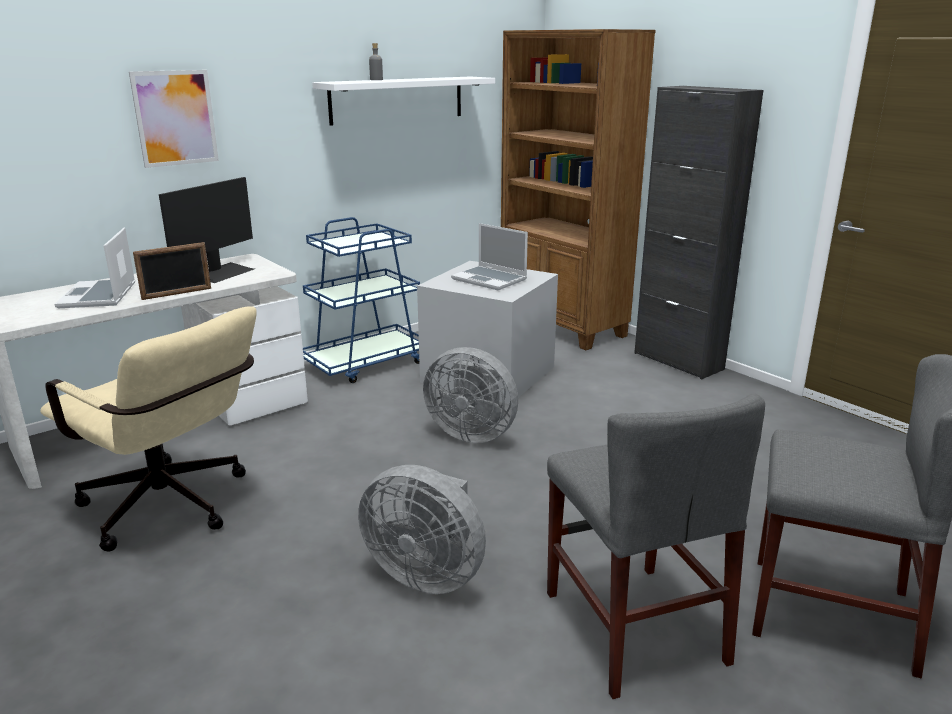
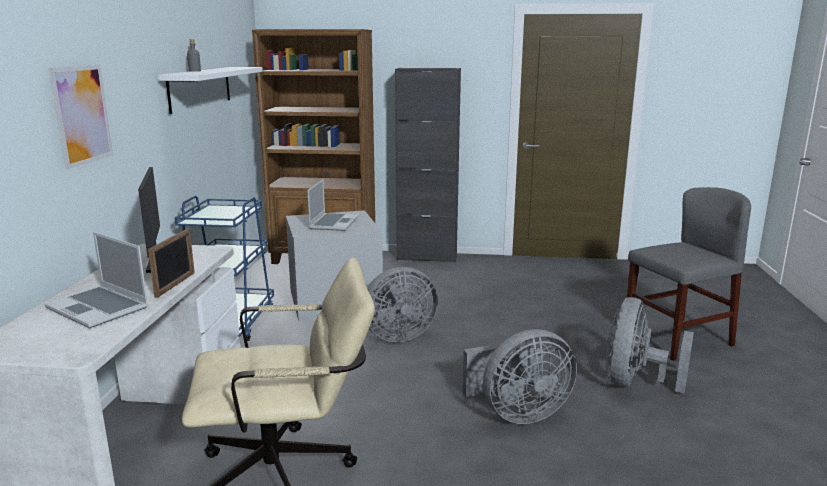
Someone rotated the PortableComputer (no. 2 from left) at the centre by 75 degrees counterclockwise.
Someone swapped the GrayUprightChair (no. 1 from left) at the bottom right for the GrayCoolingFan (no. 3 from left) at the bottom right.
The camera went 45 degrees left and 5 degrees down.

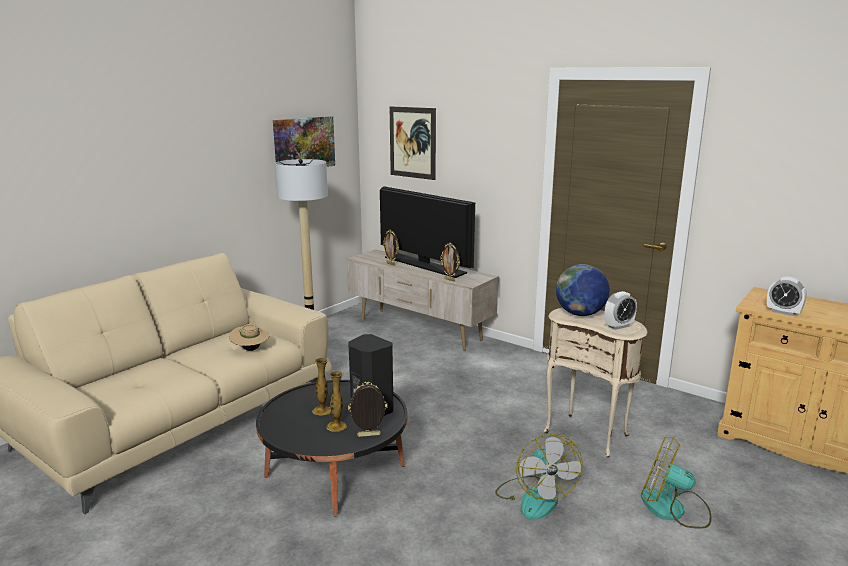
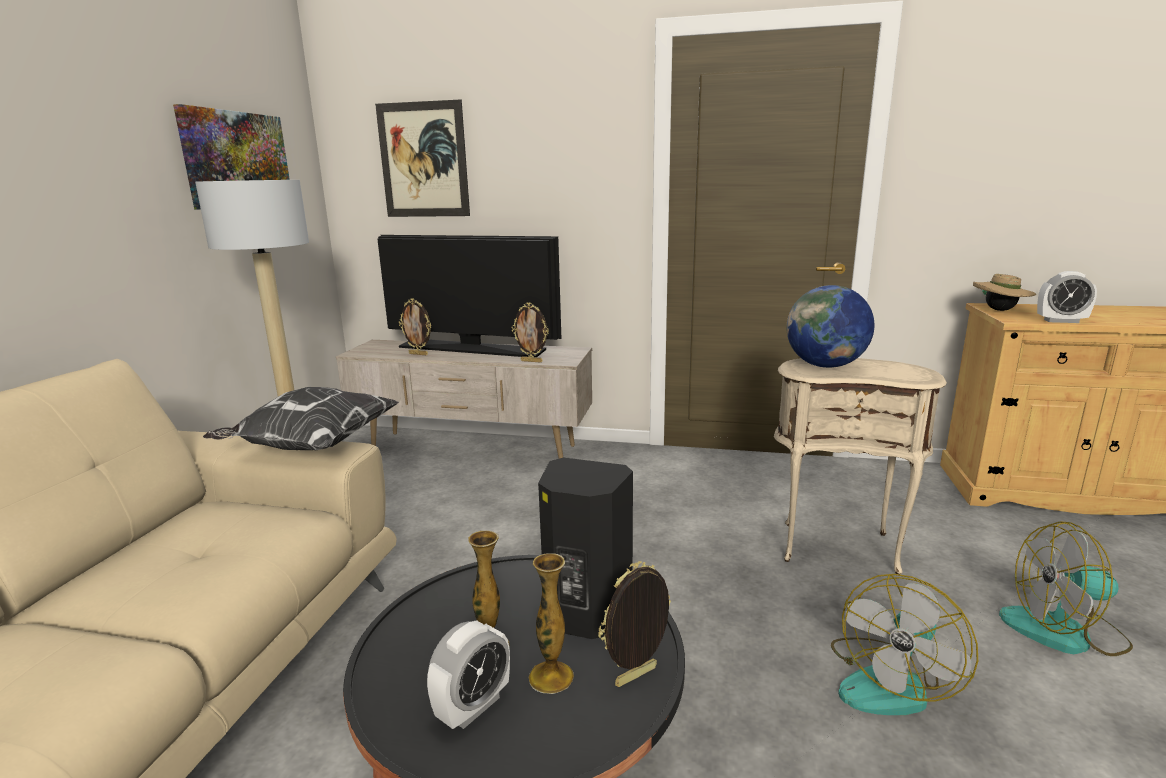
Someone carried the TableClock (no. 1 from left) from the middle right to the bottom centre.
Someone carried the BeigeColouredHat from the middle left to the middle right.
Someone rotated the CoolingFan (no. 1 from left) at the bottom centre by 75 degrees clockwise.
Someone put down the Cushion at the middle left.
The camera went 25 degrees left and 0 degrees up.

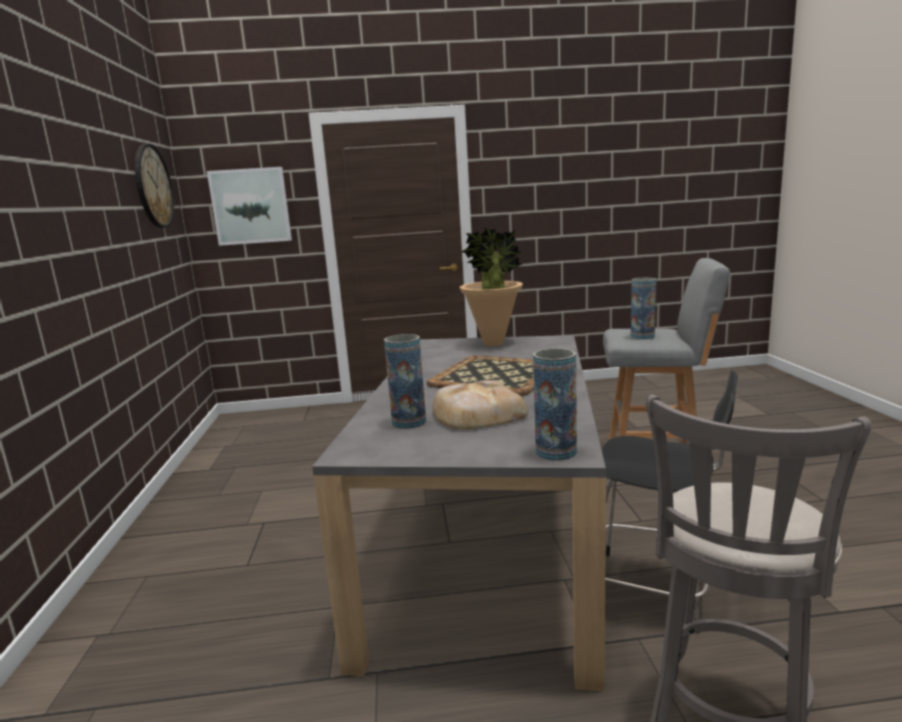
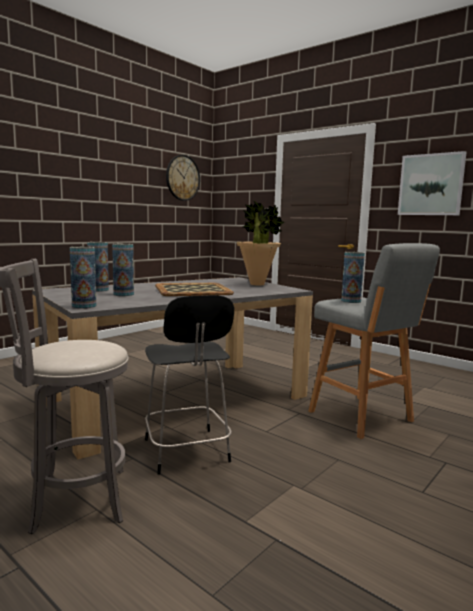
Someone carried the WallPicture from the top left to the top right.
Someone swapped the Bread at the centre for the Vase (no. 3 from left) at the middle left.
The camera went 45 degrees right and 5 degrees down.

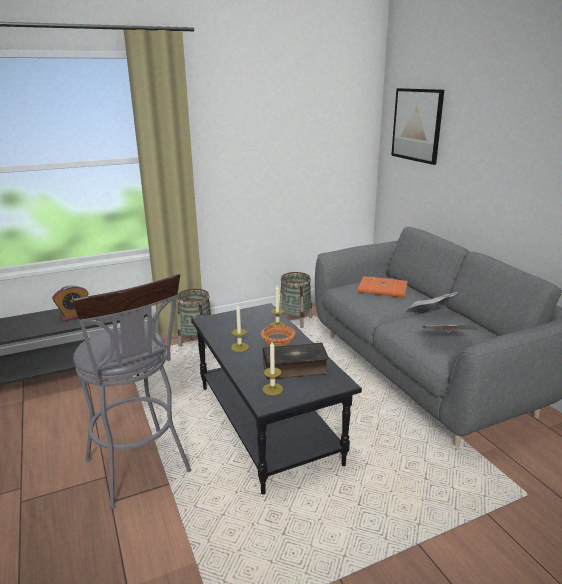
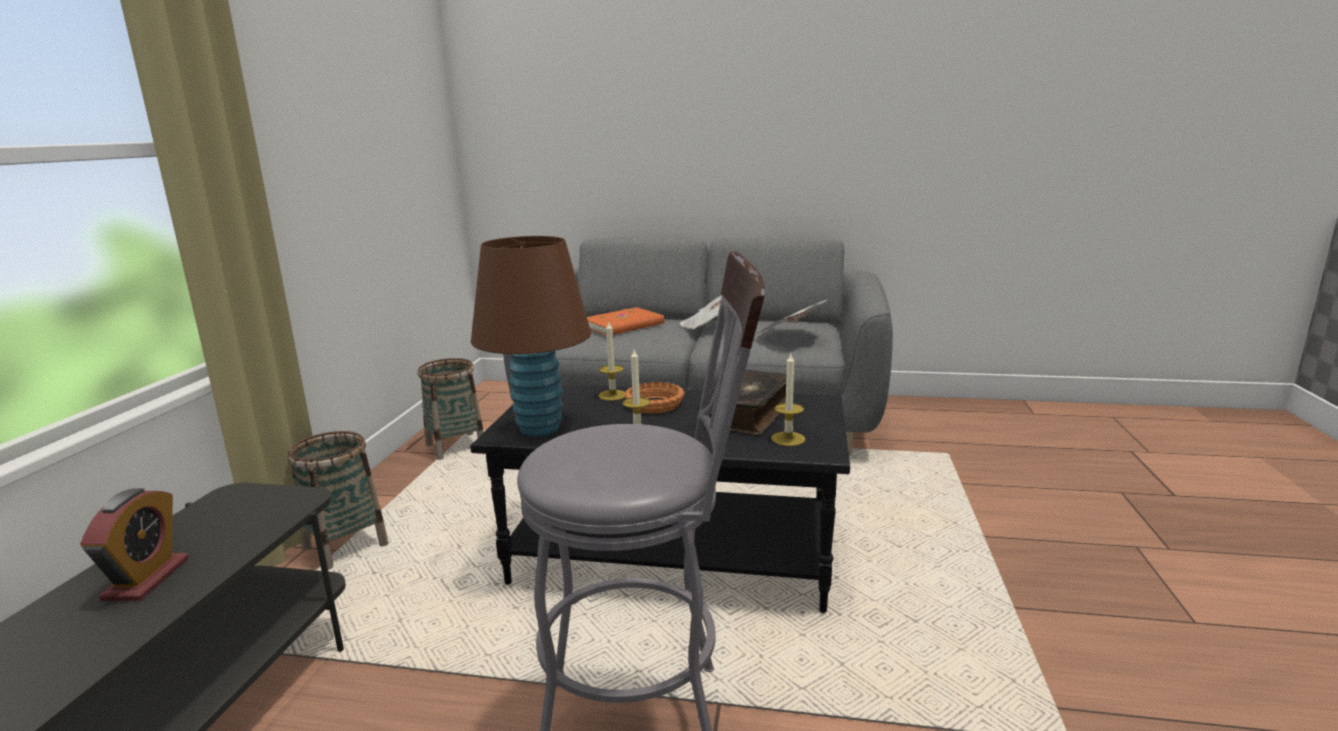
Someone took away the WallPicture at the top right.
Someone put down the BrownishTableLamp at the centre.
The camera went 55 degrees left and 5 degrees down.

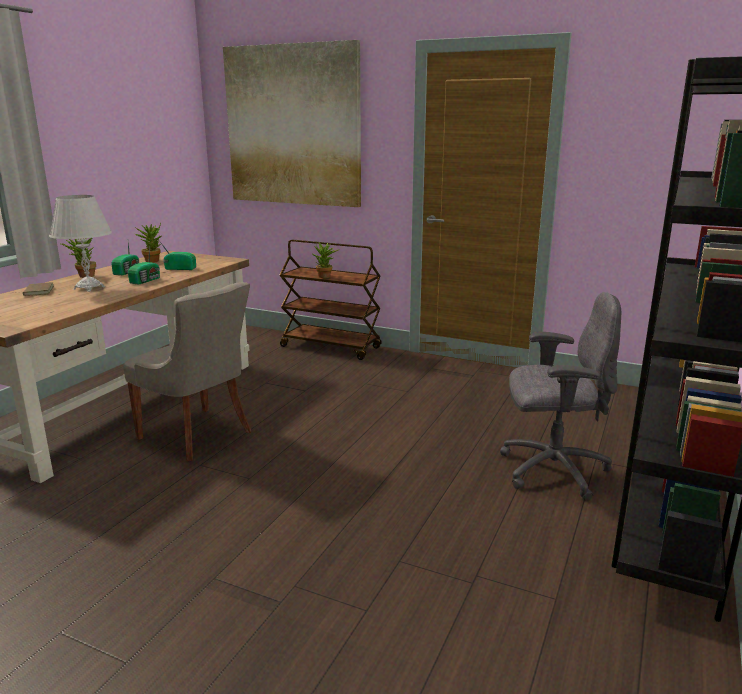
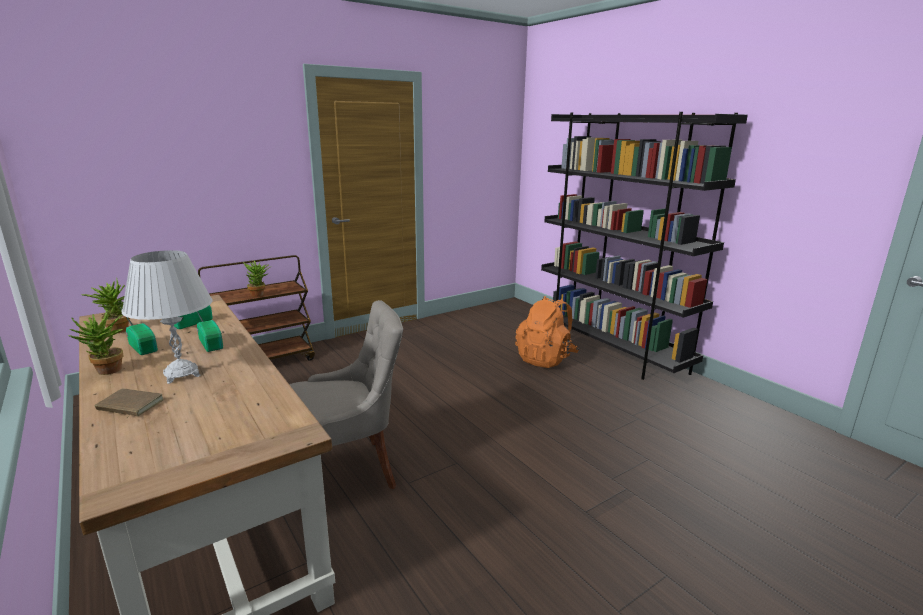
Someone took away the WallPicture at the top centre.
Someone swapped the GrayComputerChair at the middle right for the OrangeColouredRucksack at the centre.
The camera went 60 degrees left and 0 degrees up.

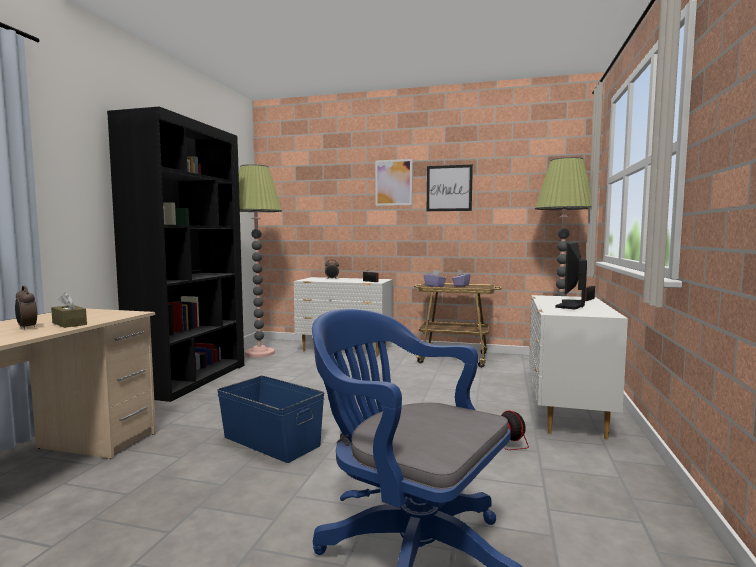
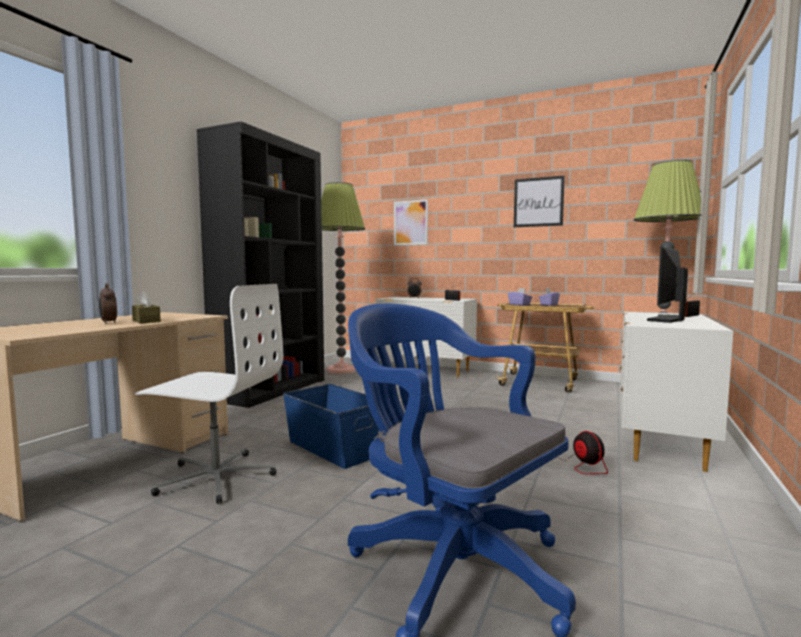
Someone carried the WallPicture (no. 1 from left) from the top centre to the centre.
Someone put down the WhiteColouredComputerChair at the middle left.
The camera went 10 degrees right and 0 degrees up.

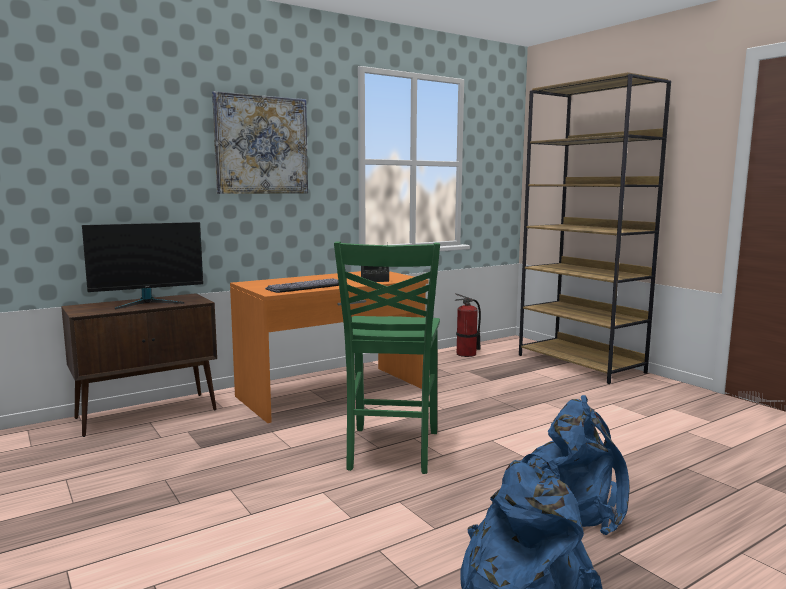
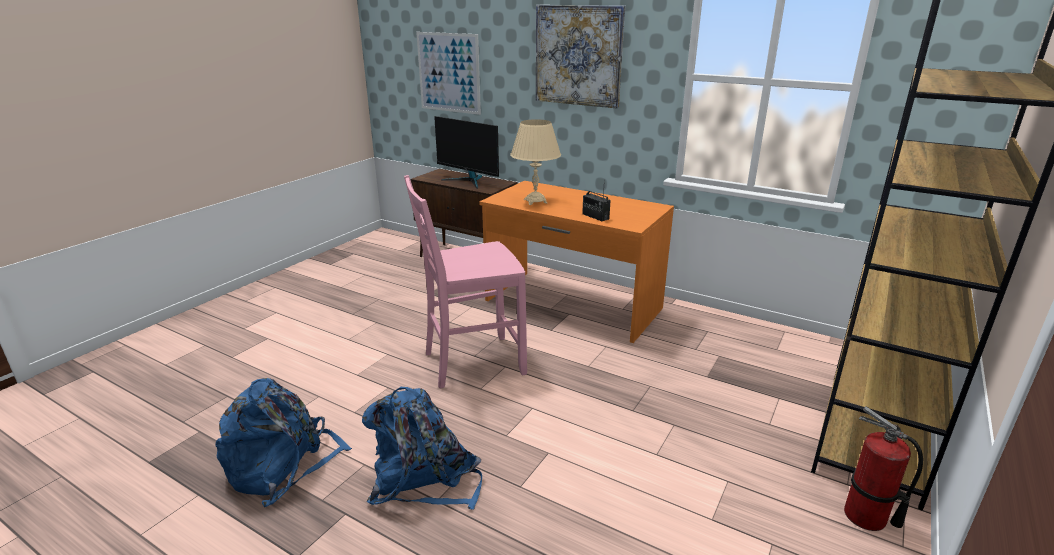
Someone repainted the GreenishUprightChair at the centre, which became the PinkUprightChair at the centre.
Someone swapped the ComputerKeyboard at the centre for the BeigeColouredTableLamp at the top centre.
Someone carried the FireExtinguisher from the centre to the bottom right.
Someone put up the WallPicture (no. 1 from left) at the top centre.
The camera went 65 degrees right and 15 degrees up.

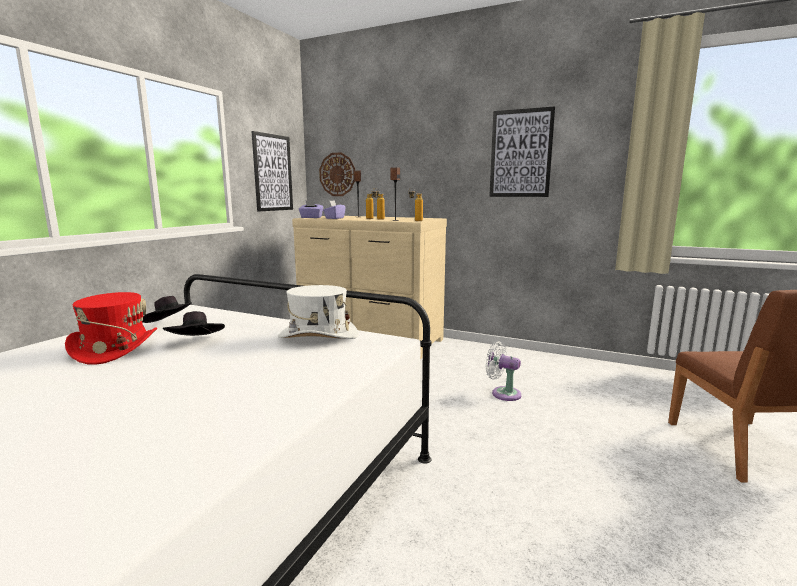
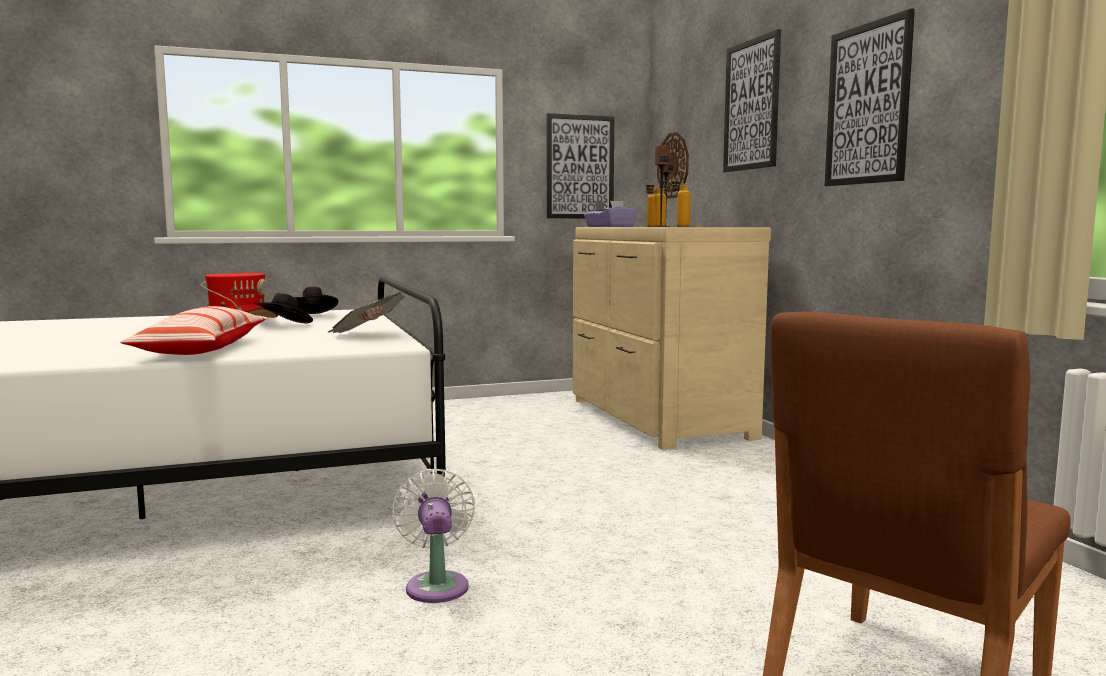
Someone swapped the WhiteColouredHat at the centre for the Newspaper at the middle left.
Someone carried the WhiteColouredCoolingFan from the centre to the bottom centre.
Someone put up the WallPicture (no. 2 from left) at the top right.
Someone put down the Cushion at the middle left.
The camera went 45 degrees right and 5 degrees down.

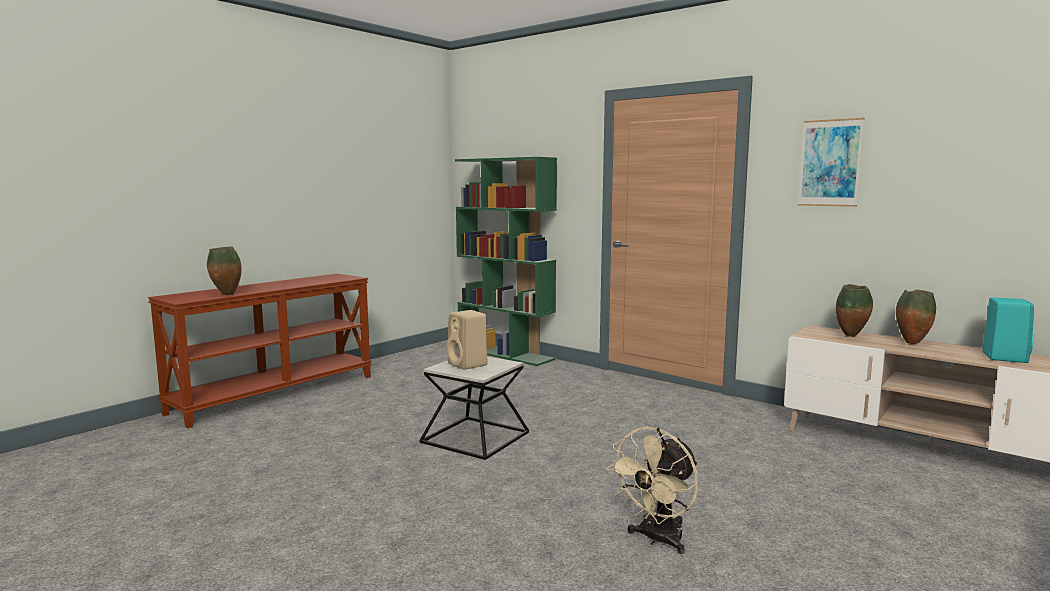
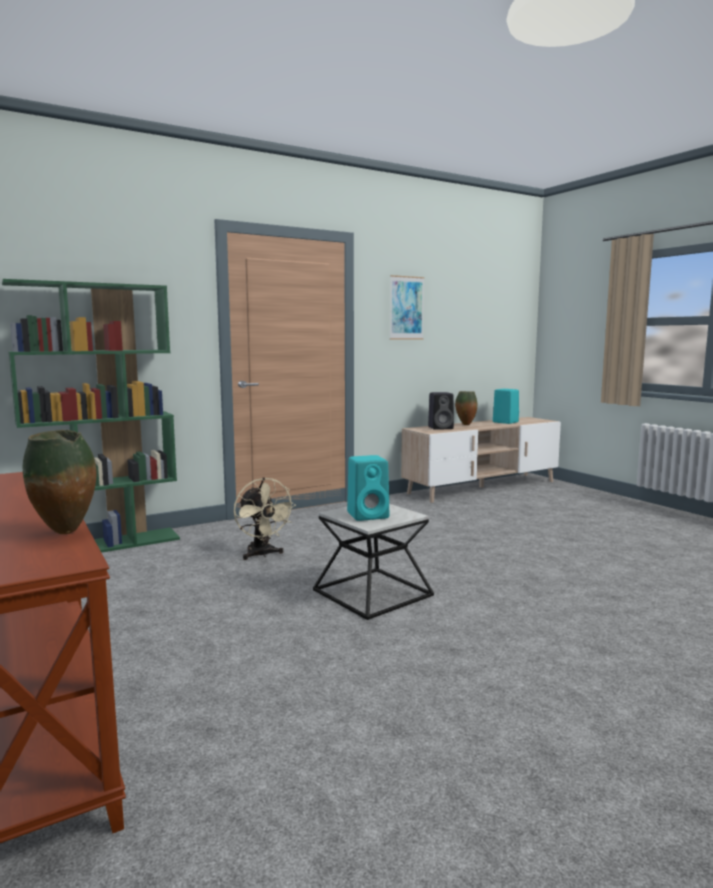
Someone swapped the Vase (no. 2 from left) at the middle right for the BlackishLoudspeaker at the centre.
Someone repainted the BeigeColouredLoudspeaker at the centre, which became the TurquoiseColouredLoudspeaker (no. 1 from left) at the centre.
Someone carried the BeigeColouredCoolingFan from the bottom centre to the centre.
The camera went 70 degrees left and 0 degrees up.

